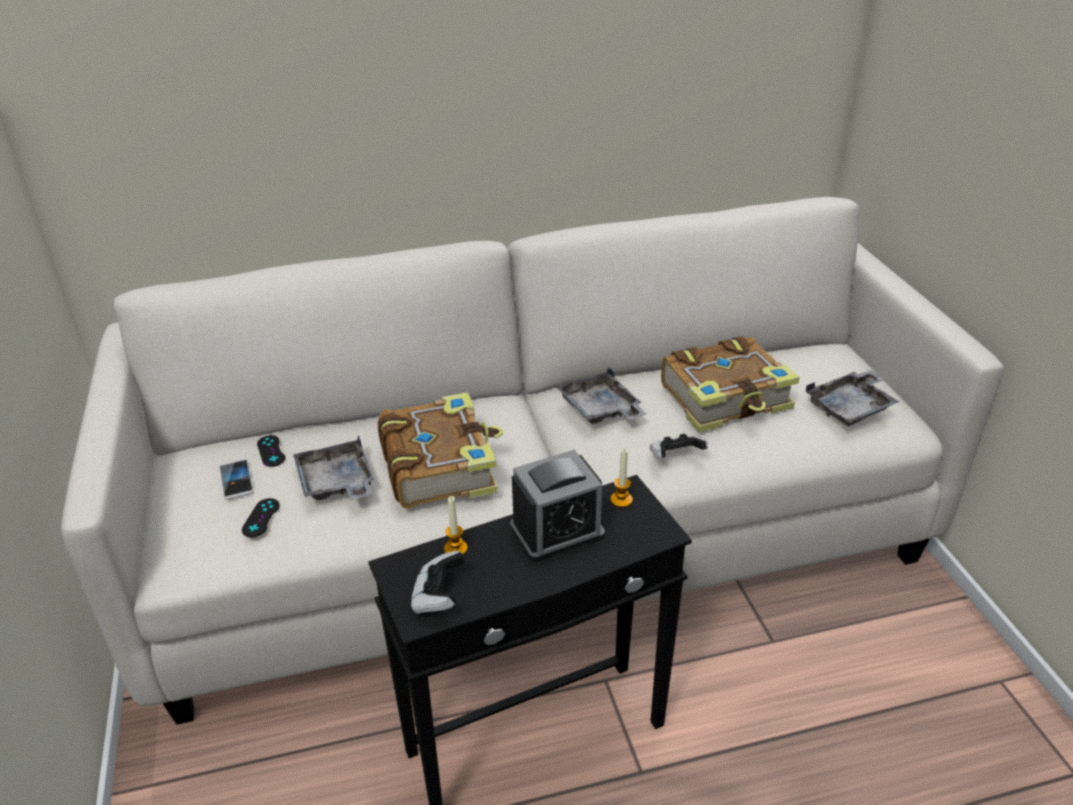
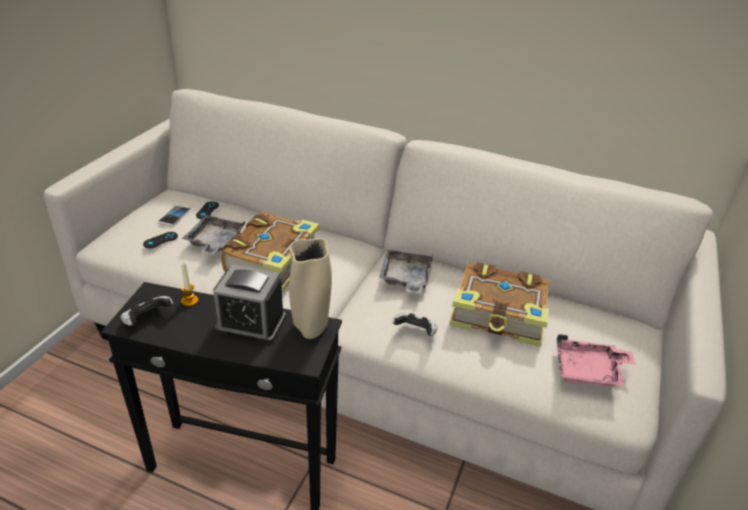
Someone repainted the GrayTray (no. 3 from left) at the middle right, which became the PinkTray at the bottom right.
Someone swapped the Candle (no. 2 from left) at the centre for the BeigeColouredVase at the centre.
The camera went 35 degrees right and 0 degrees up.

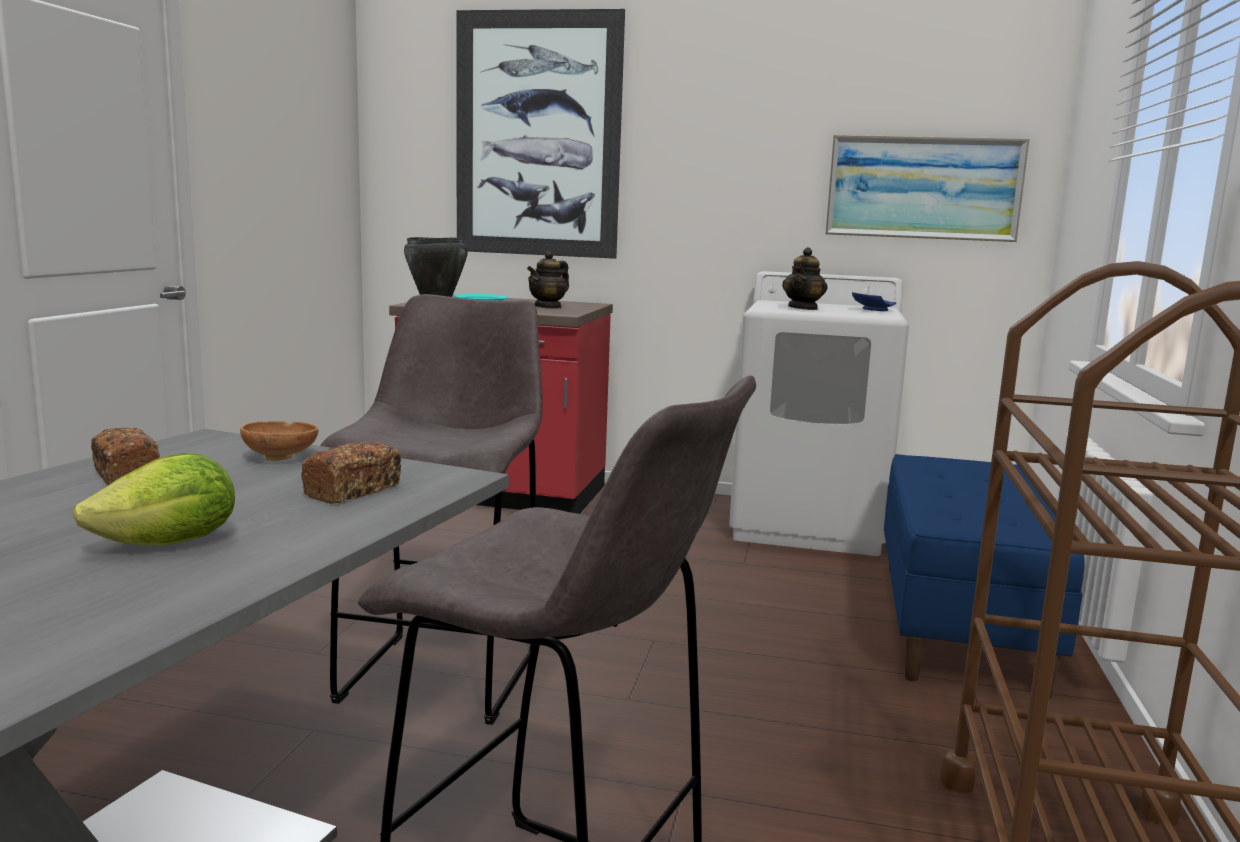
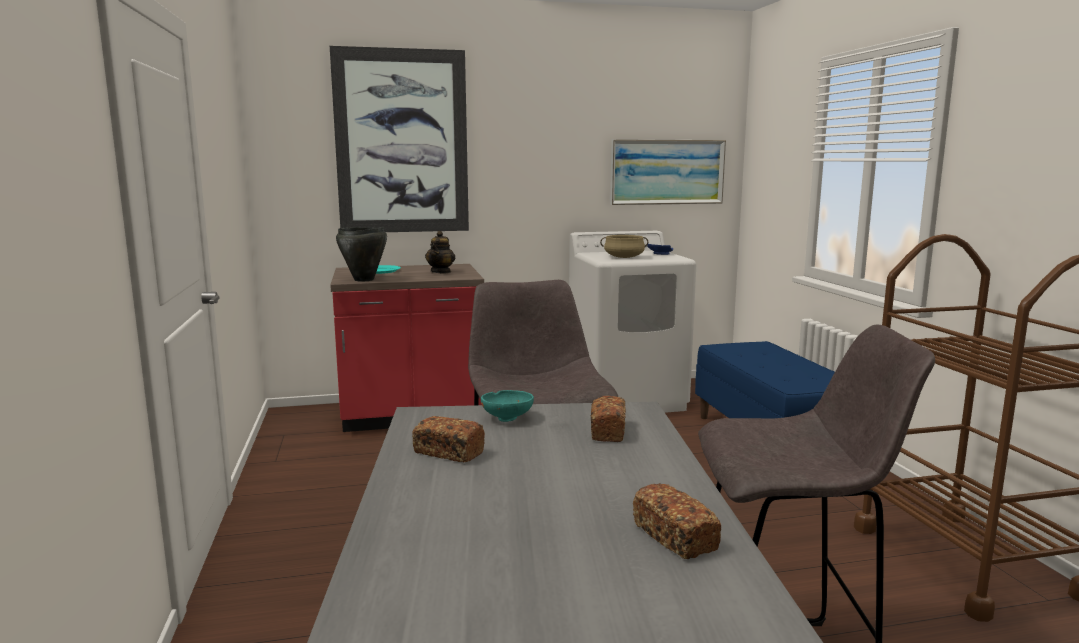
Someone swapped the PotForTea (no. 2 from left) at the top centre for the BeigeColouredSaucepot at the centre.
Someone repainted the BrownishDeepDish at the middle left, which became the TurquoiseColouredDeepDish at the centre.
Someone took away the HeadOfLettuce at the middle left.
Someone put down the Bread (no. 3 from left) at the bottom centre.
The camera went 25 degrees left and 0 degrees up.

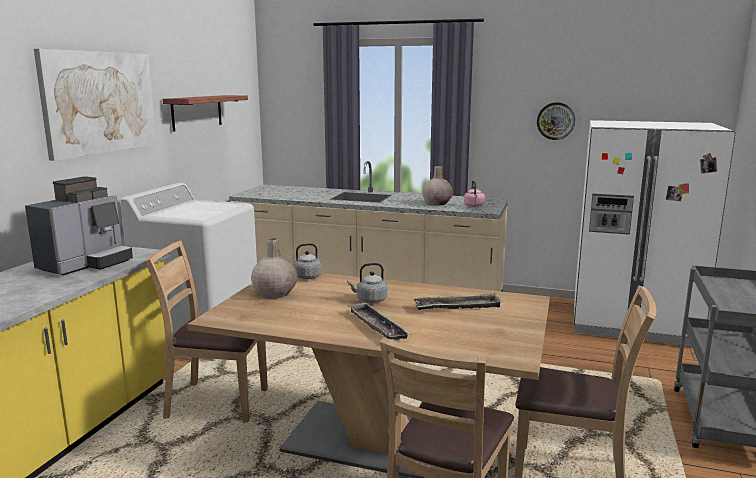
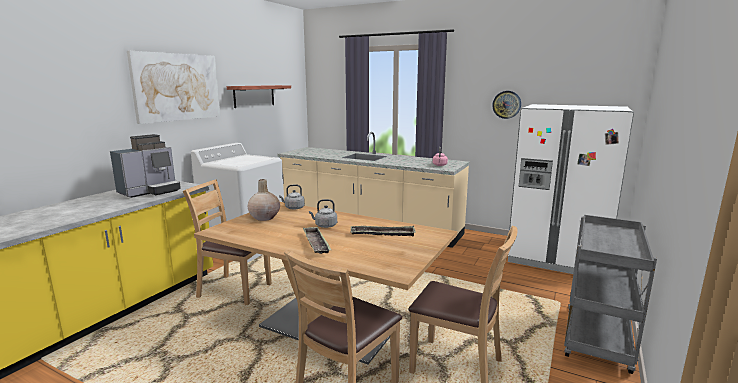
Someone took away the BeigeColouredVase (no. 2 from left) at the centre.
The camera went 10 degrees right and 0 degrees up.

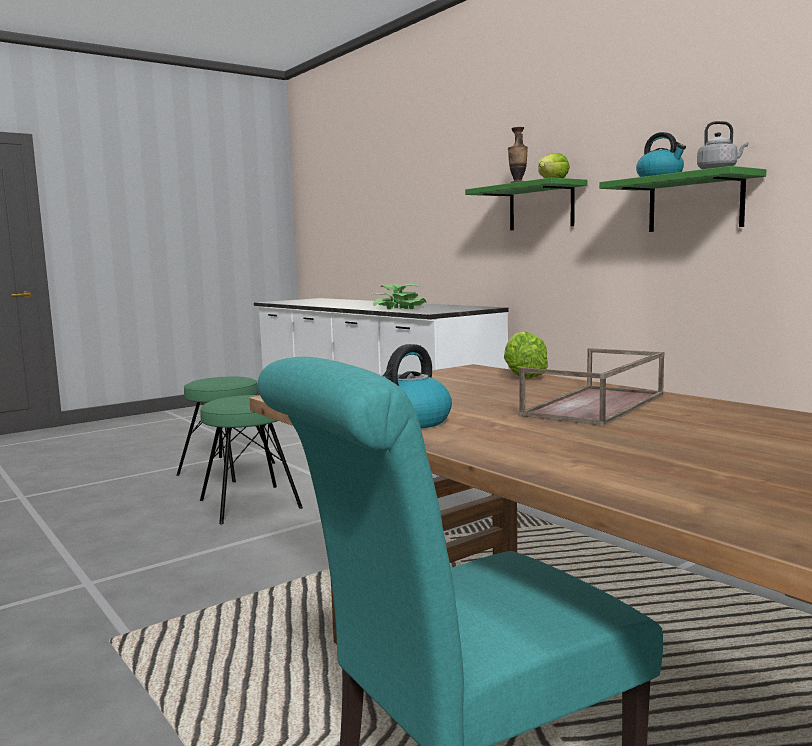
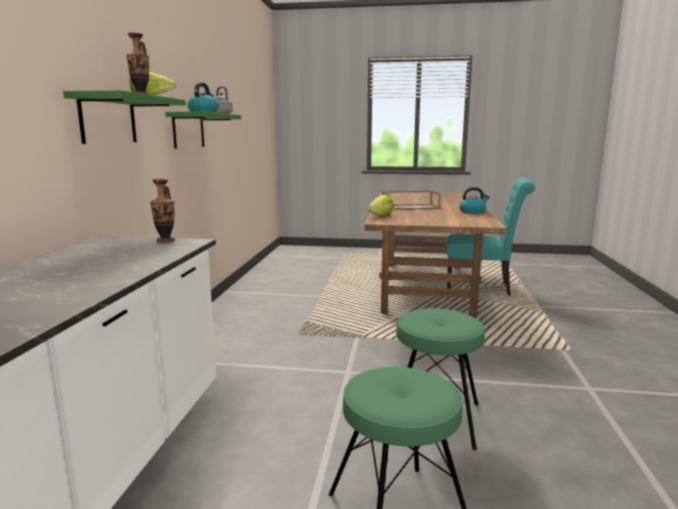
Someone took away the Houseplant at the centre.
Someone put down the Vase (no. 2 from left) at the middle left.
The camera went 135 degrees left and 5 degrees up.

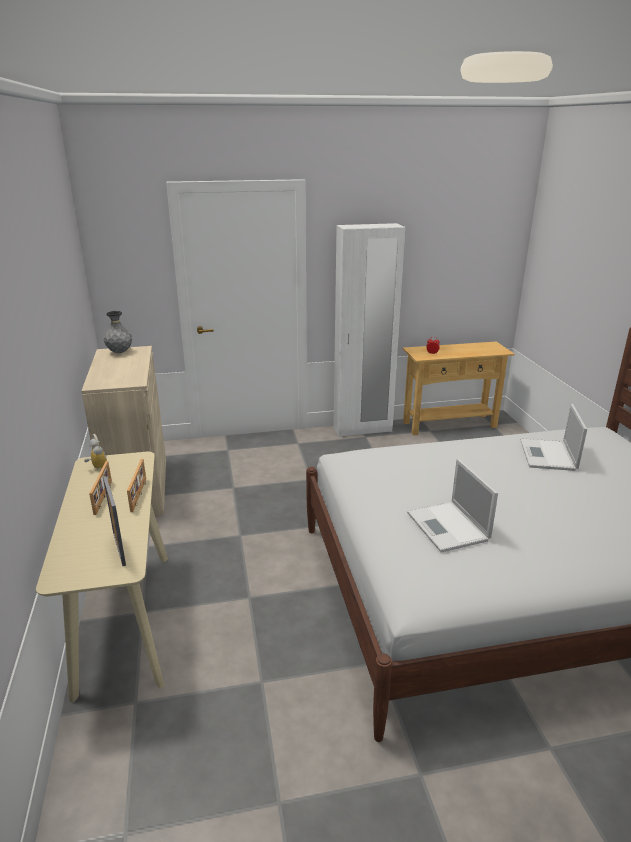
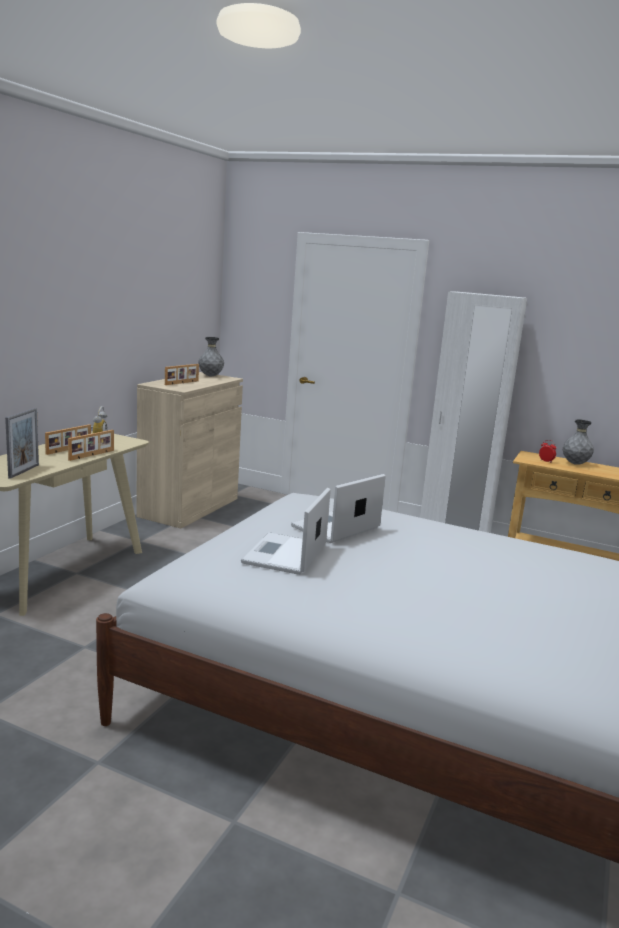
Someone carried the PortableComputer (no. 2 from left) from the middle right to the centre.
Someone put down the PhotoFrame (no. 4 from left) at the middle left.
Someone put down the GrayVase (no. 2 from left) at the middle right.
The camera went 35 degrees right and 10 degrees down.

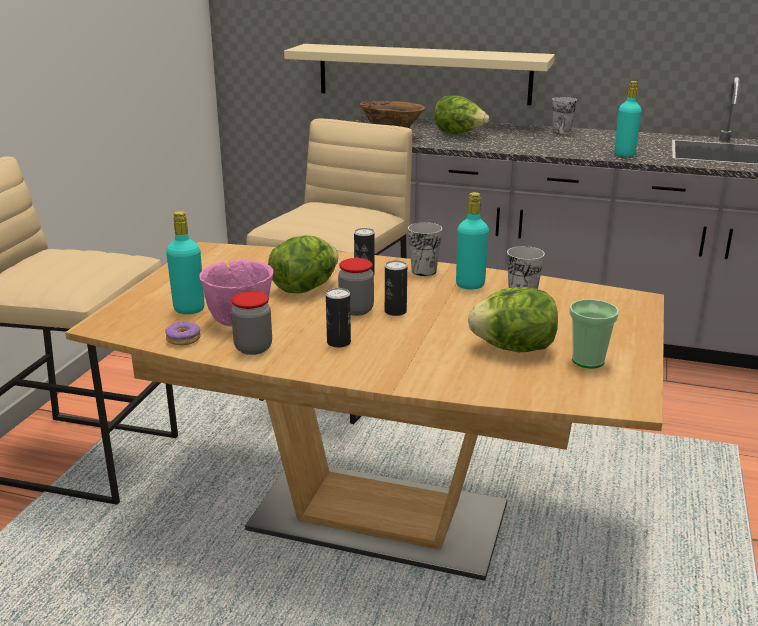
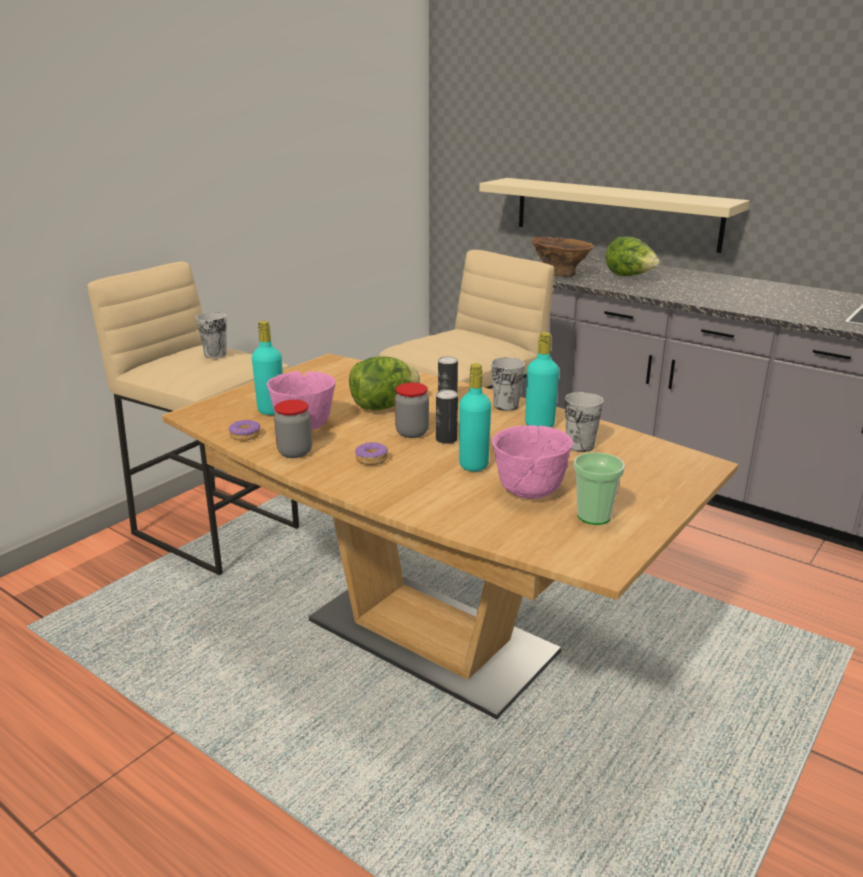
Someone carried the TurquoiseColouredDrinkBottle (no. 3 from left in the first image) from the top right to the centre.
Someone carried the Cup (no. 3 from left in the first image) from the top right to the middle left.
Someone swapped the HeadOfLettuce (no. 3 from left) at the middle right for the PinkDeepDish (no. 2 from left) at the centre.
Someone swapped the MetalCan (no. 1 from left) at the centre for the RingDoughnut (no. 2 from left) at the centre.
The camera went 20 degrees right and 0 degrees up.

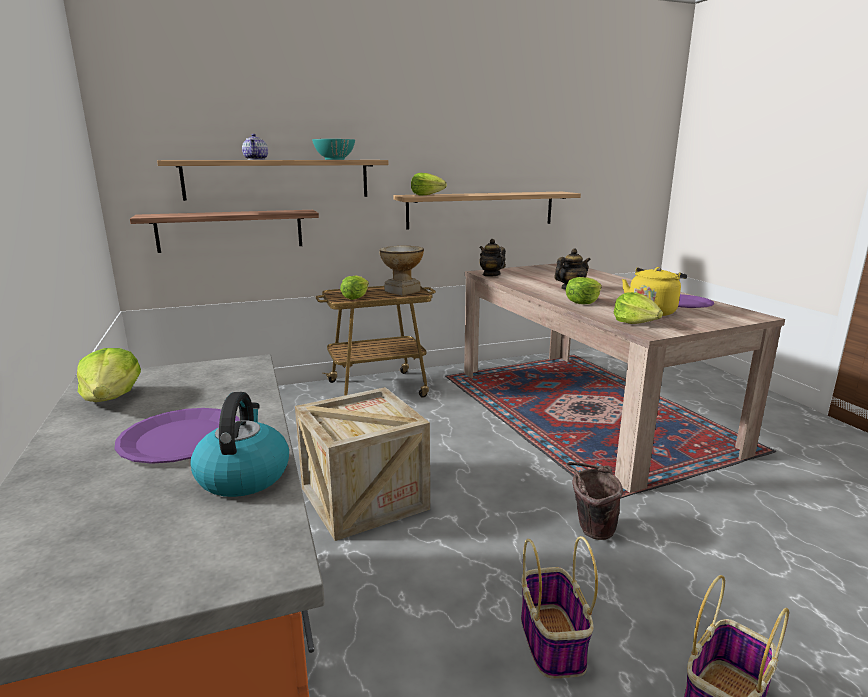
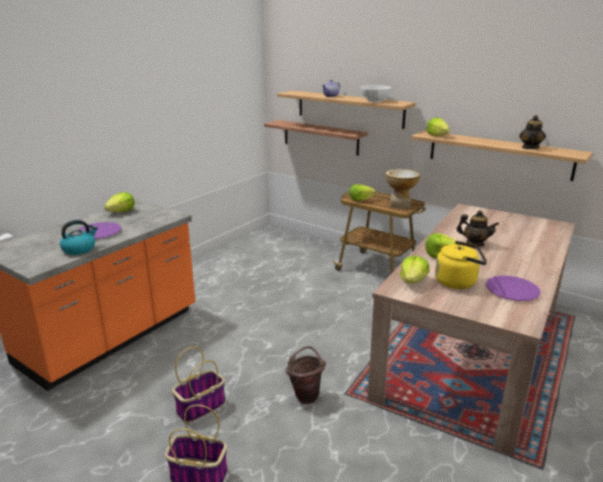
Someone repainted the TurquoiseColouredDeepDish at the top centre, which became the WhiteColouredDeepDish at the top centre.
Someone carried the PotForTea (no. 2 from left in the first image) from the centre to the top right.
Someone took away the PackingCrate at the centre.
The camera went 55 degrees right and 5 degrees up.

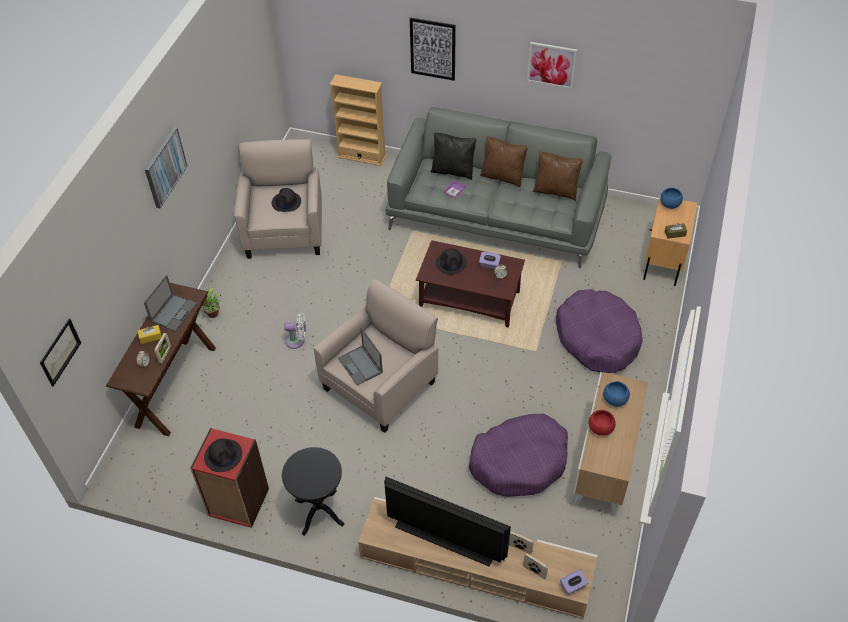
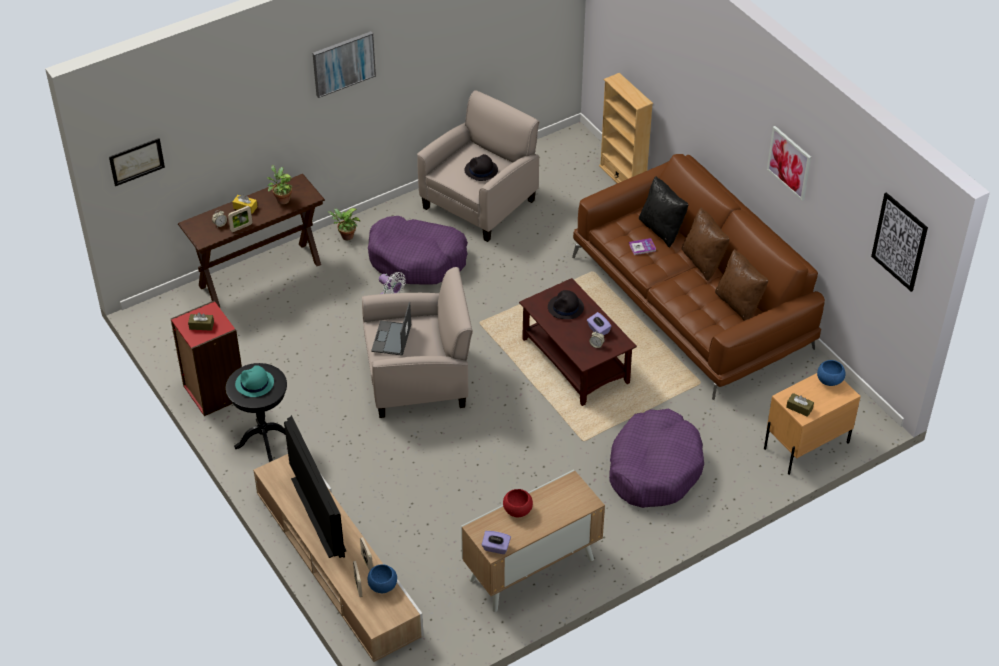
Someone carried the WallPicture (no. 3 from left in the first image) from the top centre to the middle right.
Someone repainted the GraySofa at the top centre, which became the BrownishSofa at the middle right.
Someone swapped the PortableComputer (no. 1 from left) at the middle left for the Houseplant (no. 1 from left) at the top left.
Someone carried the BluishDeepDish (no. 1 from left) from the middle right to the bottom centre.
Someone carried the PurpleColouredDogBed (no. 1 from left) from the bottom centre to the centre.
Someone swapped the BlackishHat (no. 1 from left) at the bottom left for the BrownishBoxOfTissues (no. 1 from left) at the middle left.
Someone carried the PurpleColouredBoxOfTissues (no. 2 from left in the first image) from the bottom right to the bottom centre.
Someone put down the TurquoiseColouredHat at the middle left.
The camera went 40 degrees right and 5 degrees down.

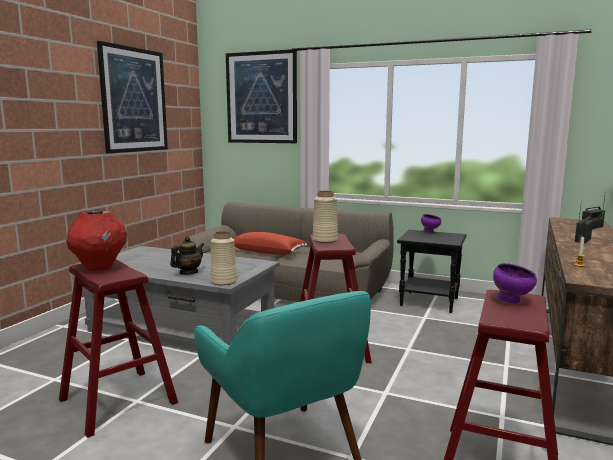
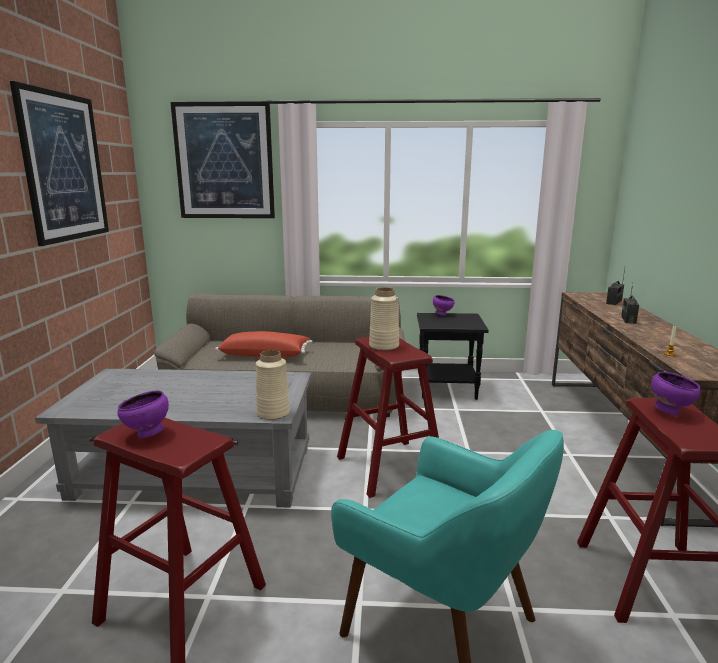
Someone swapped the RedColouredVase at the middle left for the PurpleColouredDeepDish (no. 1 from left) at the middle left.
Someone took away the PotForTea at the middle left.
The camera went 20 degrees left and 5 degrees up.

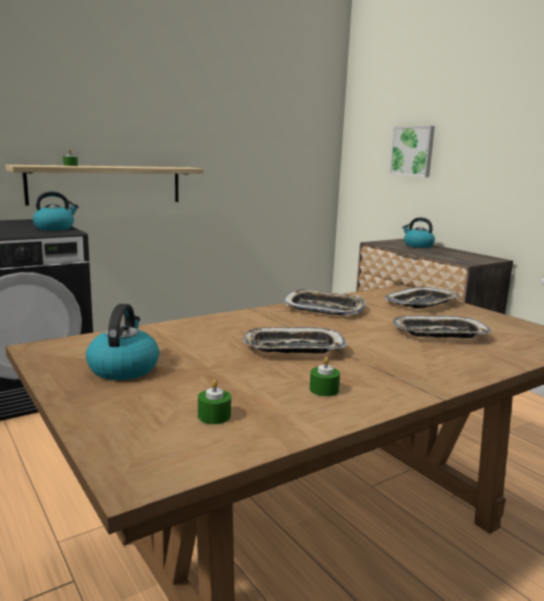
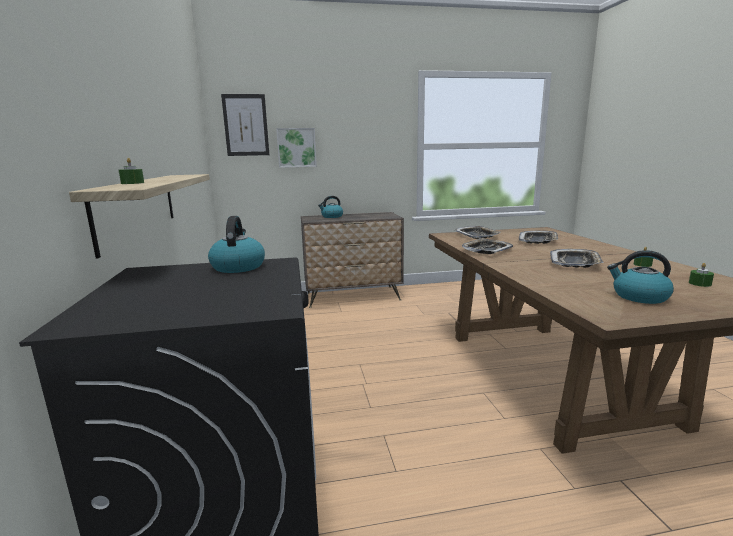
Someone put up the WallPicture (no. 1 from left) at the top centre.
The camera went 65 degrees left and 0 degrees up.

